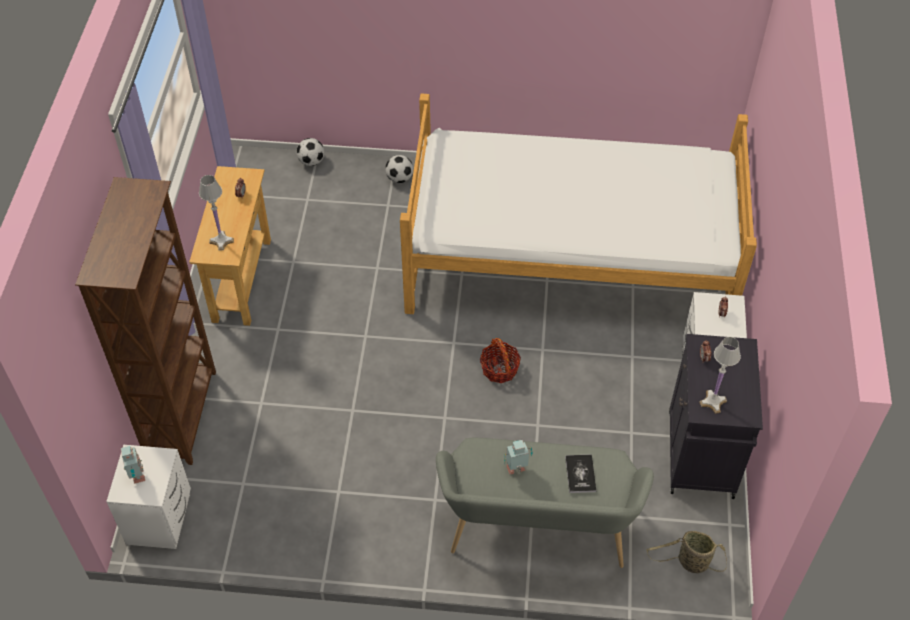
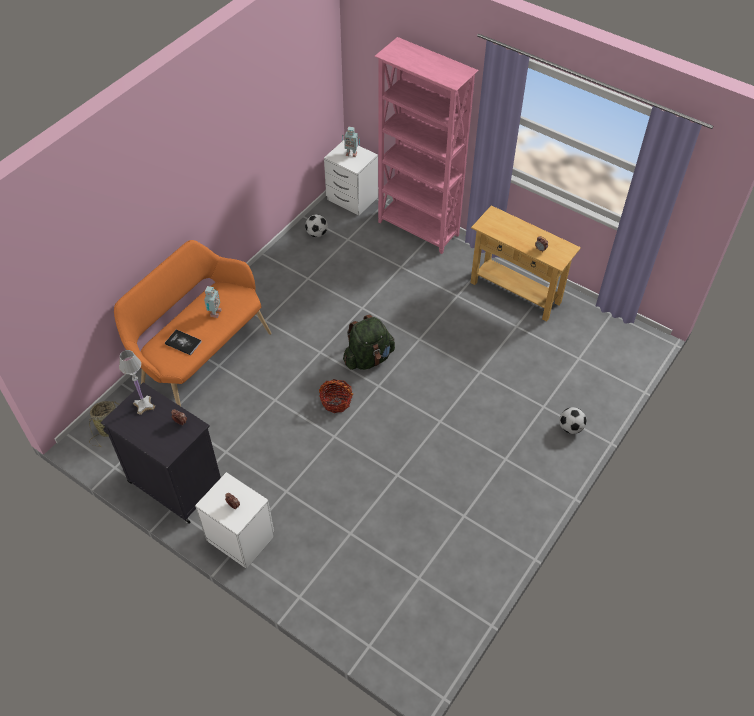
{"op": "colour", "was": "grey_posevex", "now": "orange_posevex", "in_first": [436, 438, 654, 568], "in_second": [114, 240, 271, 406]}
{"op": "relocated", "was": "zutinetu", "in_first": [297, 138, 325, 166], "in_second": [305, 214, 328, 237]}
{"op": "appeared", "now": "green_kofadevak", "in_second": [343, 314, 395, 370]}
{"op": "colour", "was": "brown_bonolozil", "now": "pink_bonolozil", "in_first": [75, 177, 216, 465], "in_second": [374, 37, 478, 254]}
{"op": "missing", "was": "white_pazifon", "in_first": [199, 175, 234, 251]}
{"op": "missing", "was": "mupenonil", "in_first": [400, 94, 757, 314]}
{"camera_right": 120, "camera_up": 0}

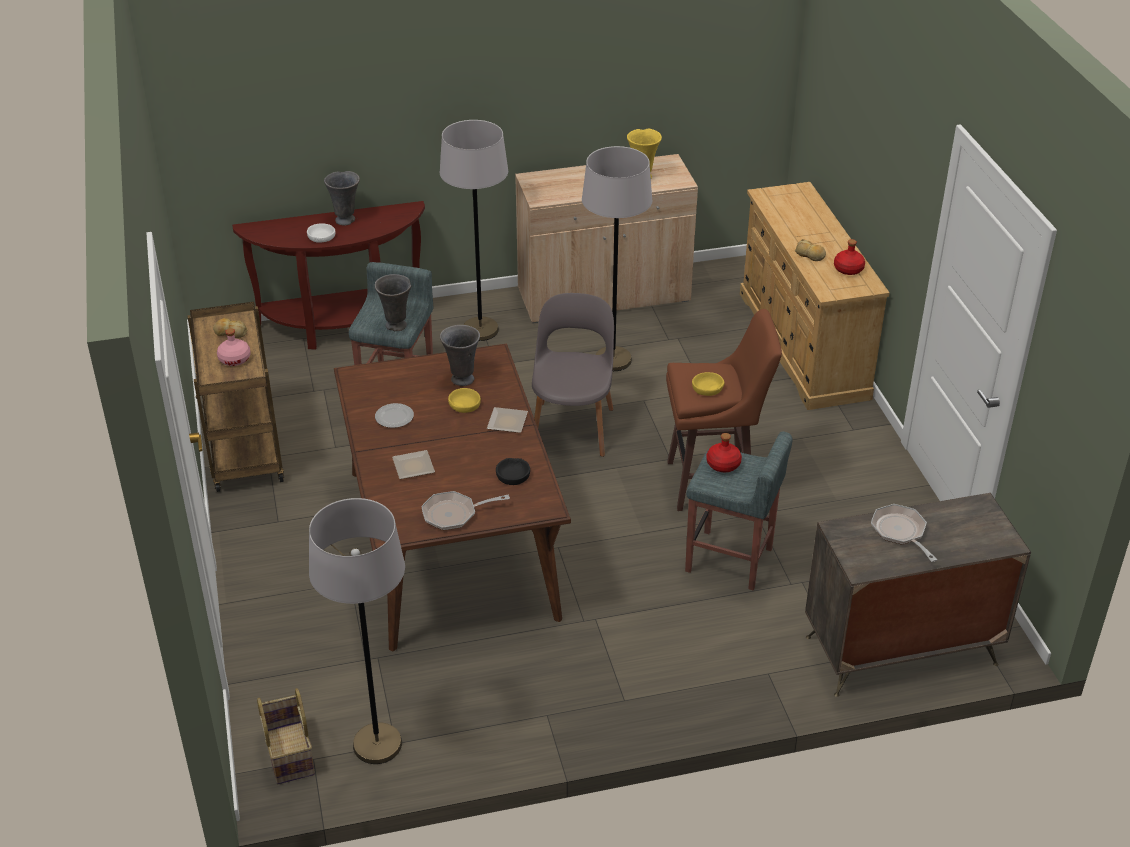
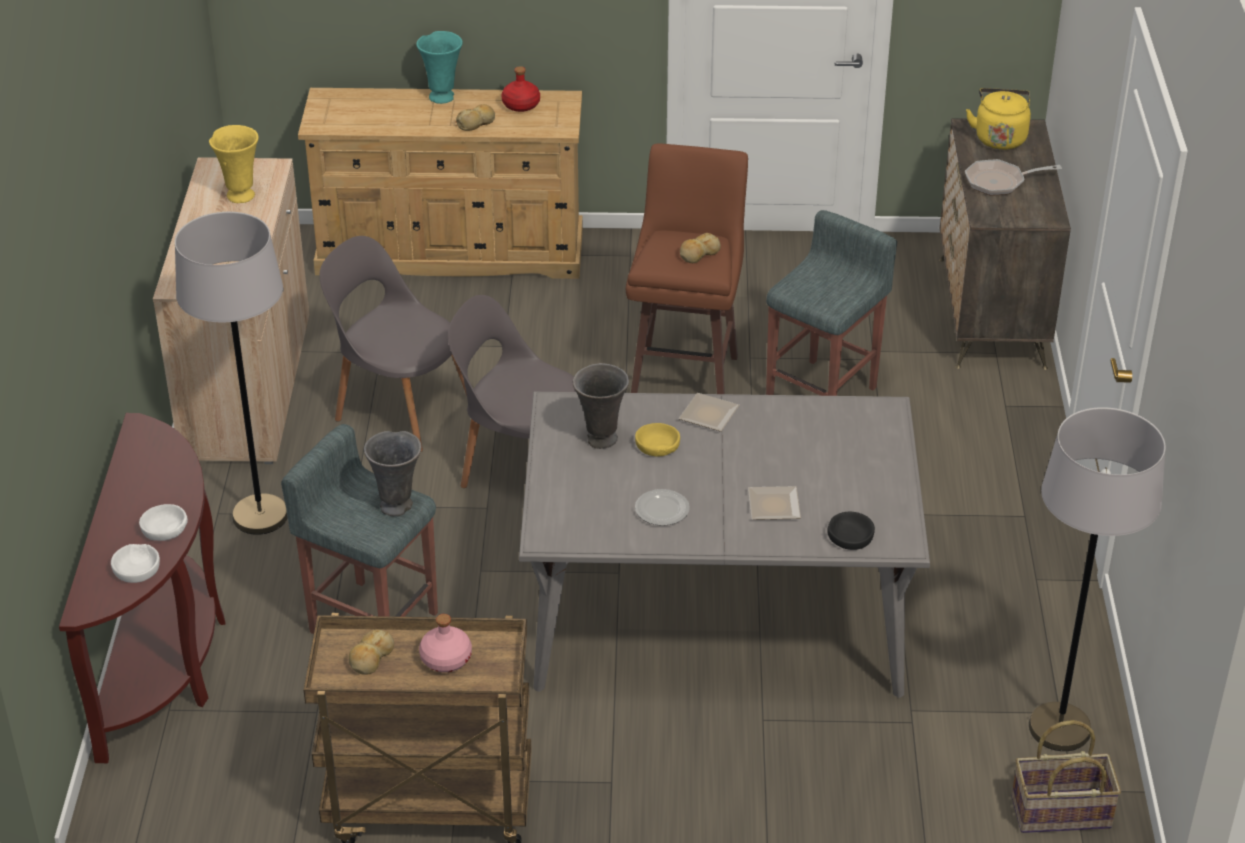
{"op": "appeared", "now": "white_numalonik", "in_second": [111, 544, 160, 583]}
{"op": "exchanged", "was": "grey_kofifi", "now": "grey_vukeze", "in_first": [582, 146, 652, 371], "in_second": [319, 236, 467, 452]}
{"op": "appeared", "now": "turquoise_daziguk", "in_second": [416, 31, 463, 104]}
{"op": "colour", "was": "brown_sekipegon", "now": "grey_sekipegon", "in_first": [334, 344, 571, 651], "in_second": [519, 392, 930, 698]}
{"op": "exchanged", "was": "yellow_numalonik", "now": "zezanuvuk", "in_first": [692, 372, 724, 396], "in_second": [680, 233, 721, 263]}
{"op": "relocated", "was": "black_numalonik", "in_first": [496, 458, 530, 485], "in_second": [827, 512, 875, 550]}
{"op": "appeared", "now": "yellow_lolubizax", "in_second": [966, 88, 1031, 150]}
{"op": "missing", "was": "grey_daziguk", "in_first": [324, 171, 360, 225]}
{"op": "missing", "was": "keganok", "in_first": [421, 491, 510, 530]}
{"op": "missing", "was": "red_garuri", "in_first": [706, 433, 742, 472]}
{"camera_right": -75, "camera_up": 0}

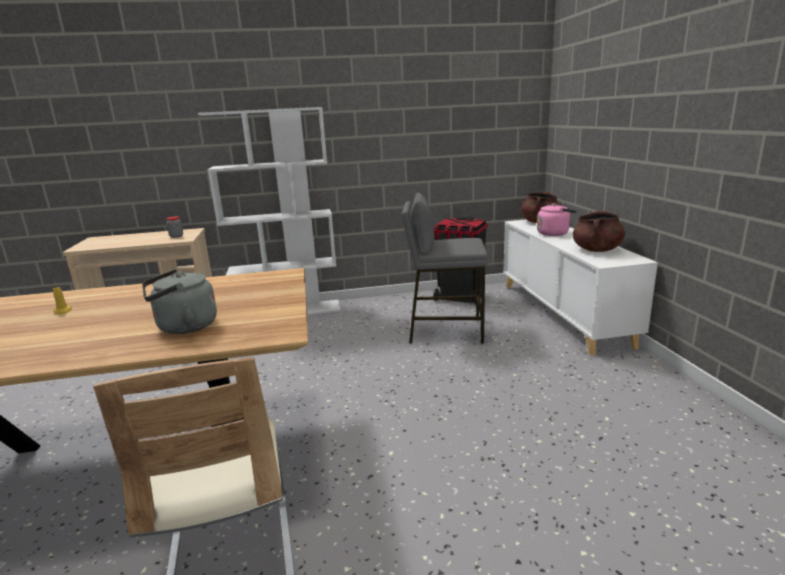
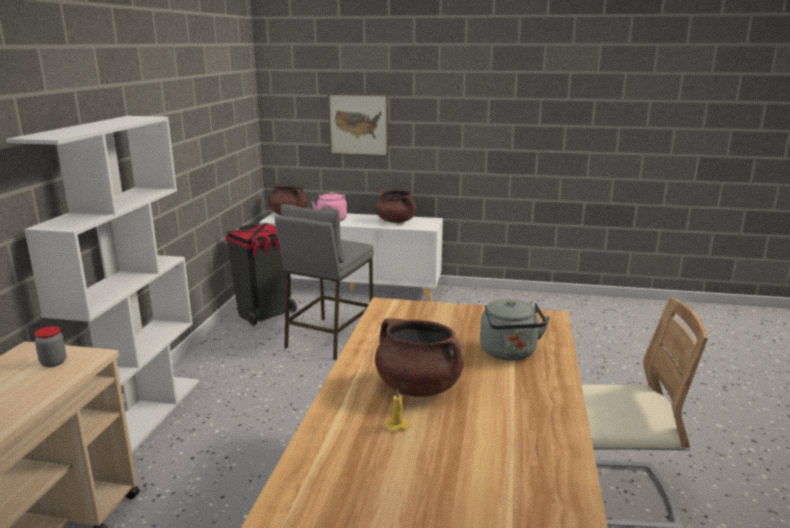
{"op": "appeared", "now": "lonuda", "in_second": [328, 93, 389, 157]}
{"op": "appeared", "now": "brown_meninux", "in_second": [375, 318, 464, 397]}
{"camera_right": -70, "camera_up": 0}

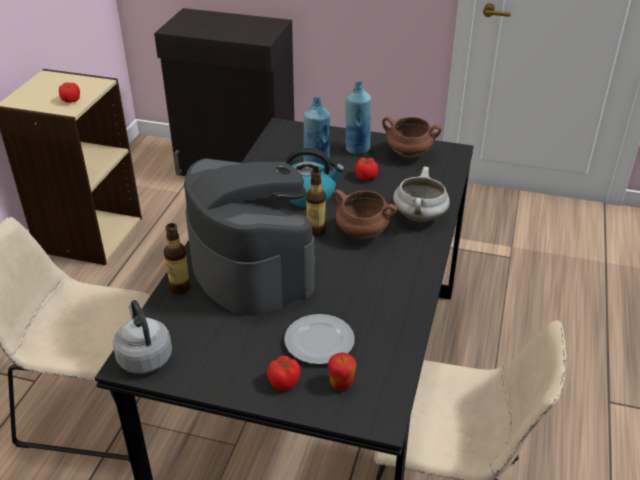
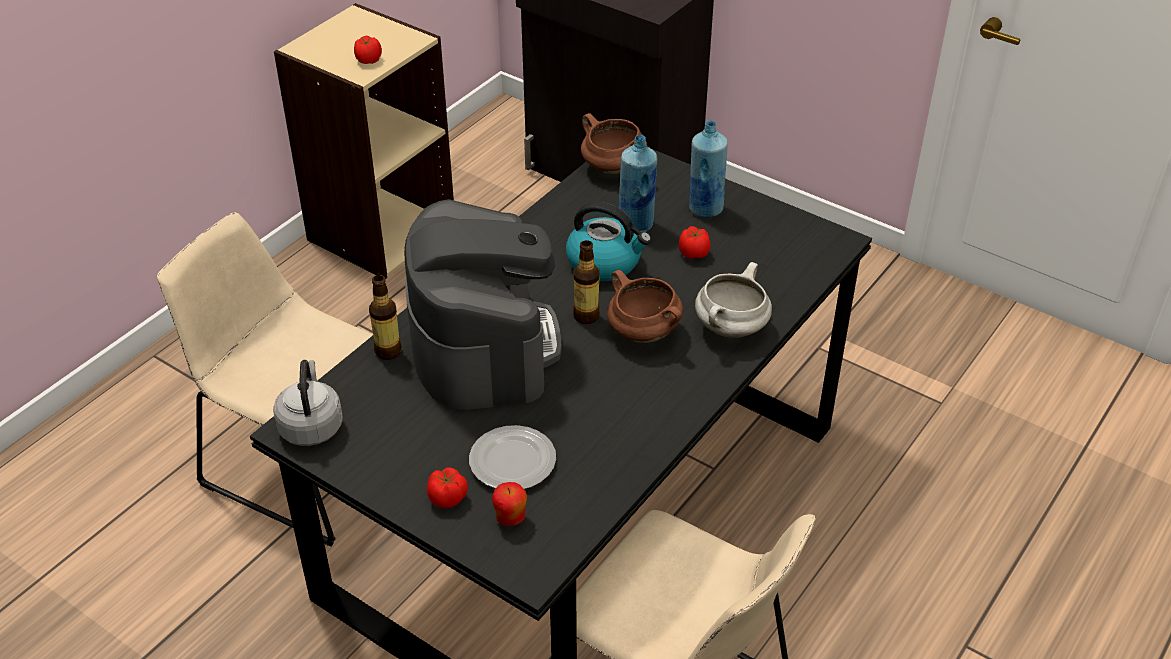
{"op": "relocated", "was": "brown_meninux", "in_first": [382, 116, 442, 158], "in_second": [581, 113, 647, 174]}
{"camera_right": 20, "camera_up": 5}

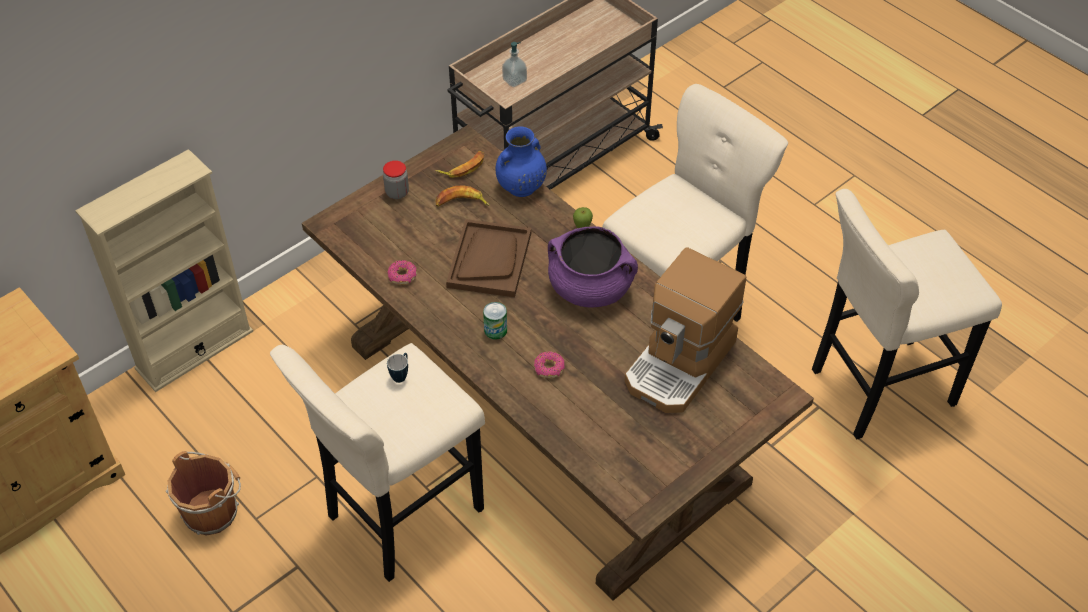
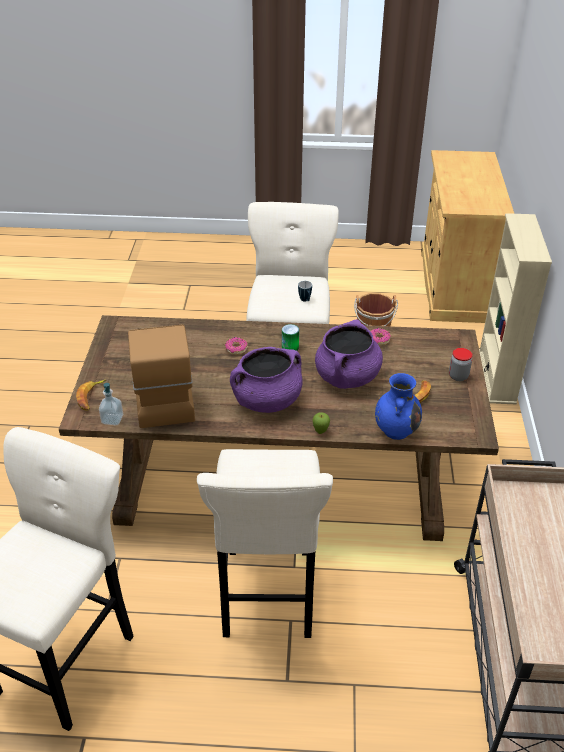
{"op": "relocated", "was": "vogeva", "in_first": [435, 151, 484, 178], "in_second": [76, 380, 106, 410]}
{"op": "relocated", "was": "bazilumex", "in_first": [502, 42, 527, 87], "in_second": [99, 383, 123, 425]}
{"op": "exchanged", "was": "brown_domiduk", "now": "purple_meninux", "in_first": [446, 219, 531, 297], "in_second": [315, 319, 383, 389]}
{"camera_right": 135, "camera_up": -10}

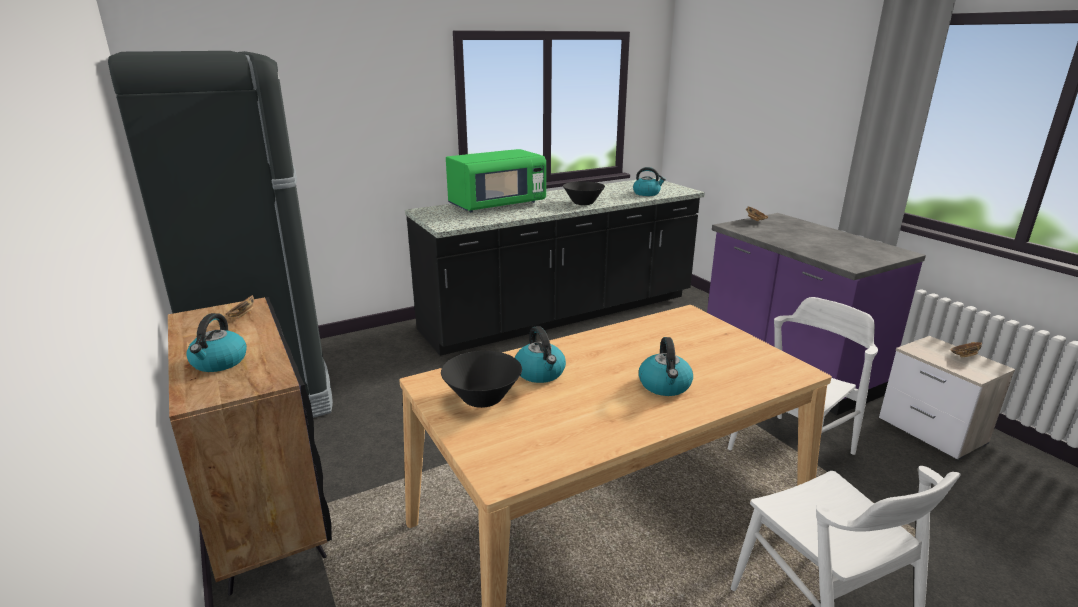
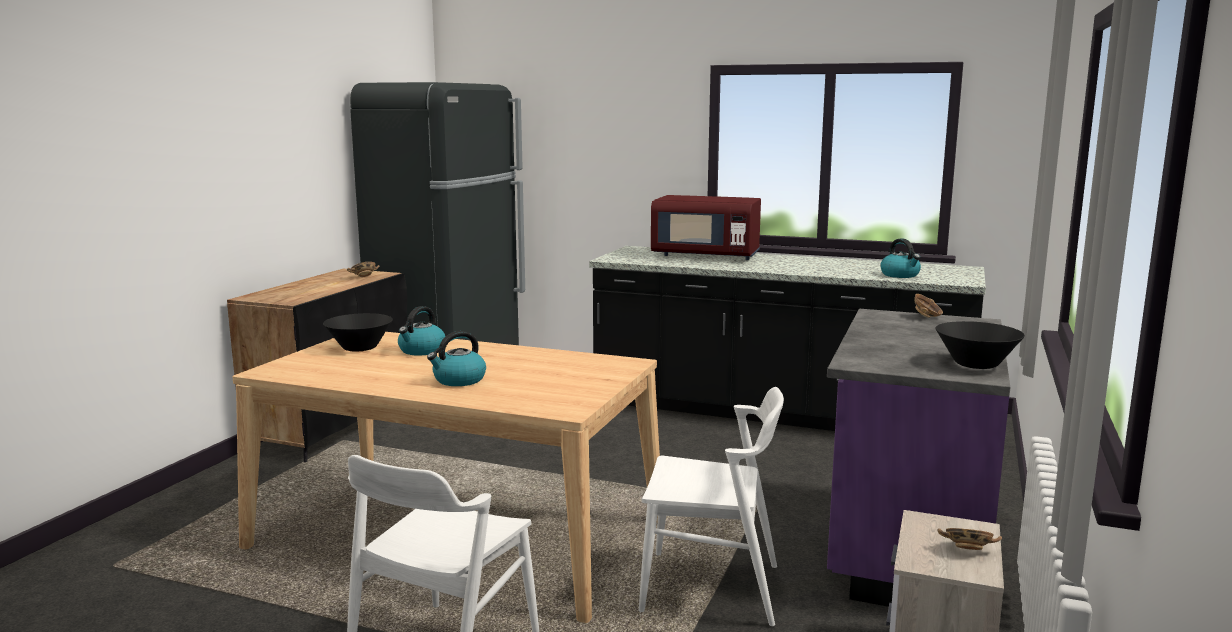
{"op": "colour", "was": "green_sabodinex", "now": "red_sabodinex", "in_first": [446, 149, 546, 212], "in_second": [651, 195, 761, 260]}
{"op": "relocated", "was": "black_numalonik", "in_first": [563, 181, 605, 205], "in_second": [936, 321, 1025, 369]}
{"op": "missing", "was": "lolubizax", "in_first": [186, 313, 247, 372]}
{"camera_right": 50, "camera_up": -10}

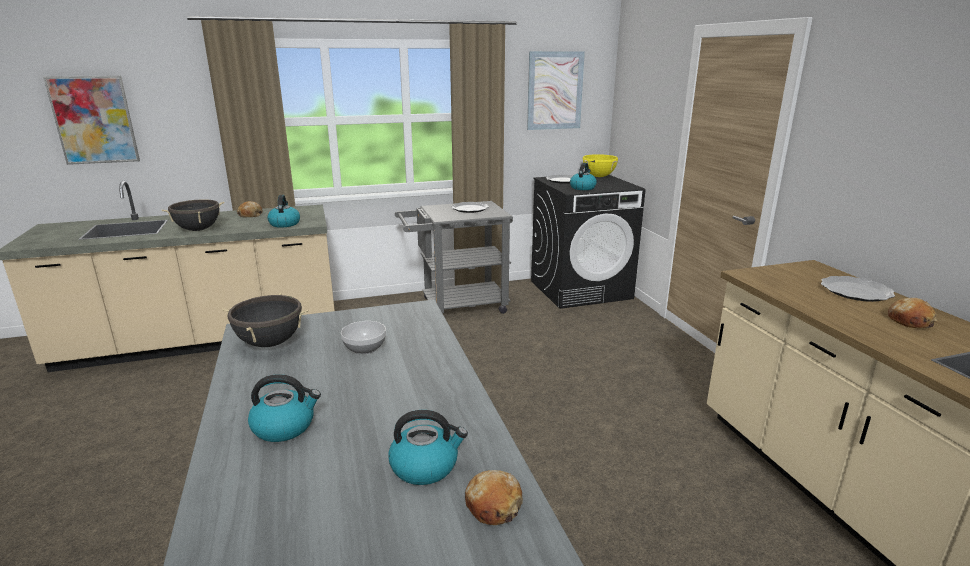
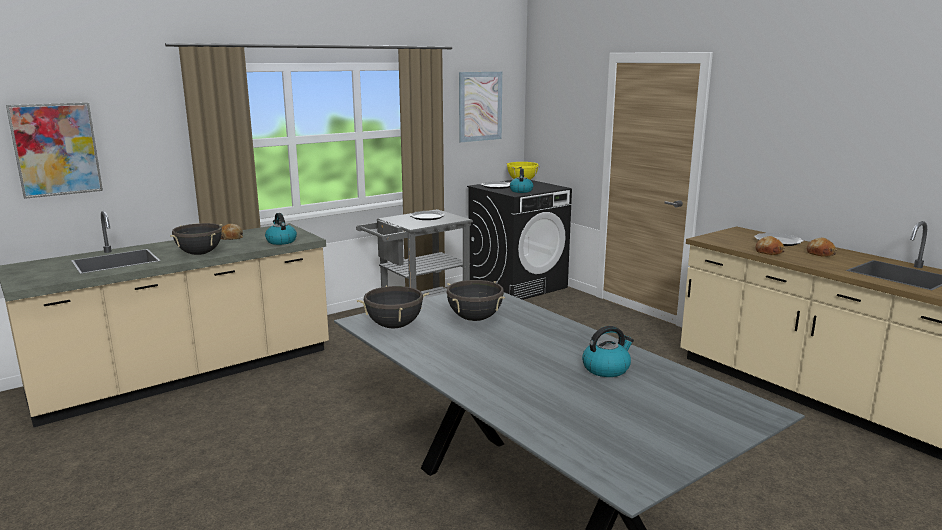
{"op": "exchanged", "was": "numalonik", "now": "black_meninux", "in_first": [341, 321, 386, 354], "in_second": [446, 280, 505, 321]}
{"op": "relocated", "was": "zezanuvuk", "in_first": [465, 470, 523, 525], "in_second": [755, 236, 785, 255]}
{"op": "missing", "was": "lolubizax", "in_first": [248, 374, 321, 442]}
{"camera_right": -20, "camera_up": -5}

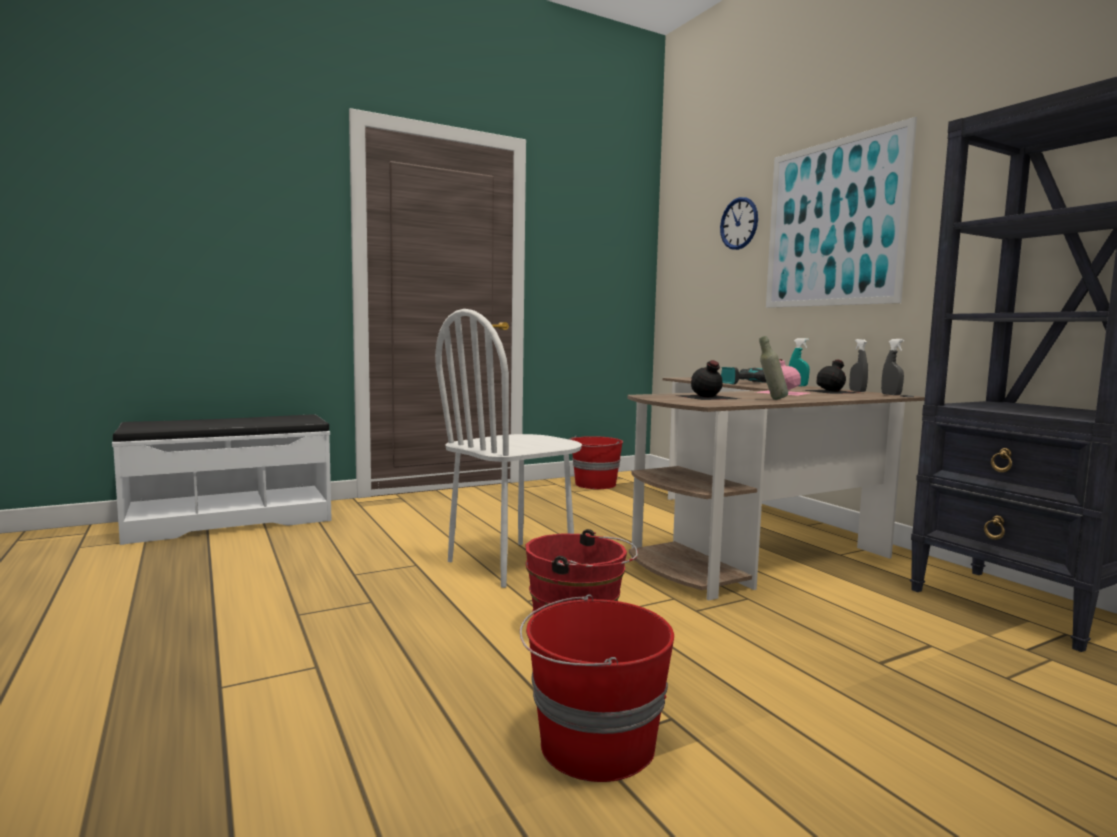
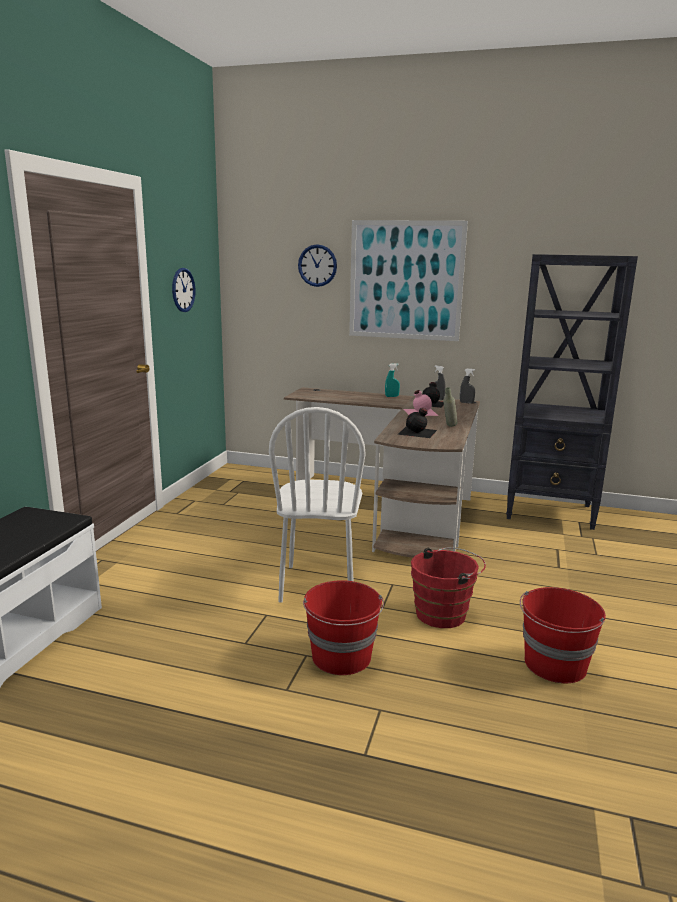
{"op": "appeared", "now": "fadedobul", "in_second": [172, 268, 196, 312]}
{"op": "relocated", "was": "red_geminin", "in_first": [569, 436, 623, 489], "in_second": [303, 580, 384, 675]}
{"op": "missing", "was": "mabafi", "in_first": [721, 367, 767, 385]}
{"camera_right": -45, "camera_up": 10}

